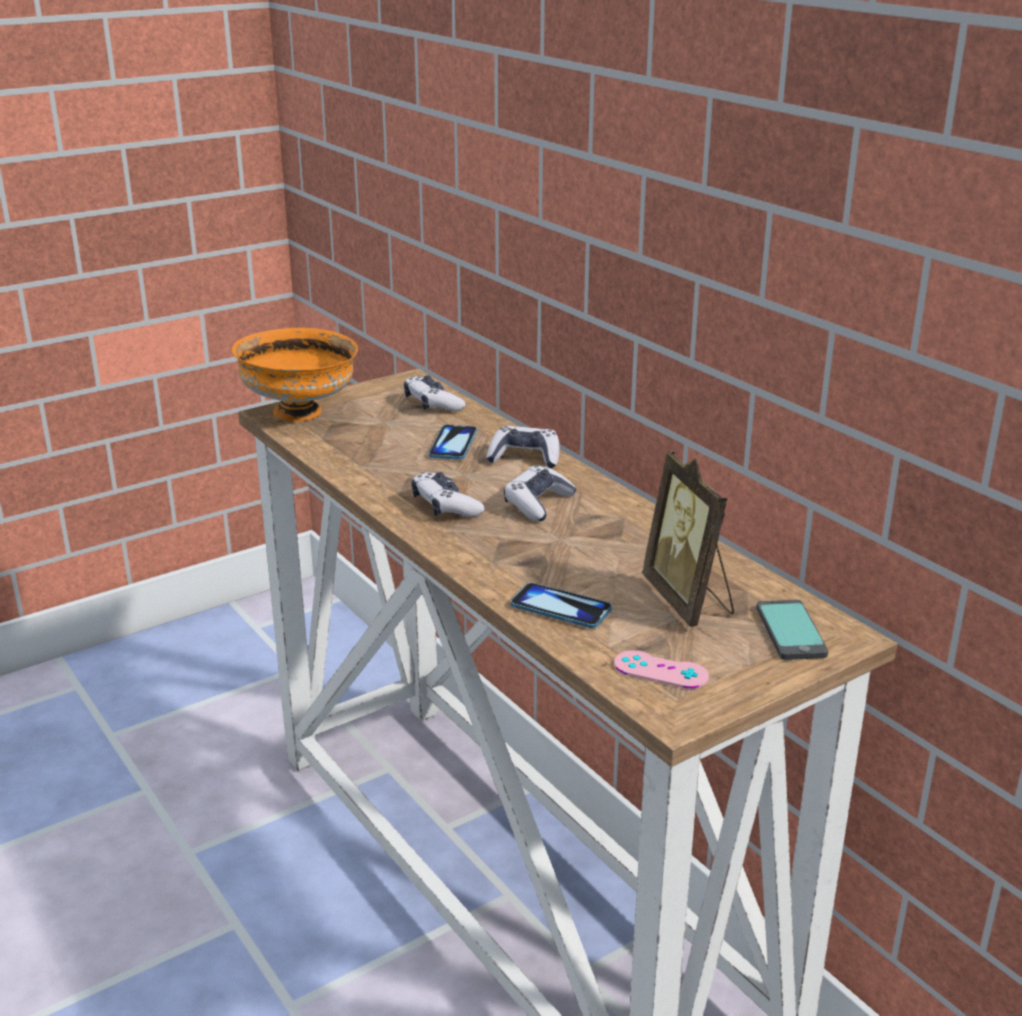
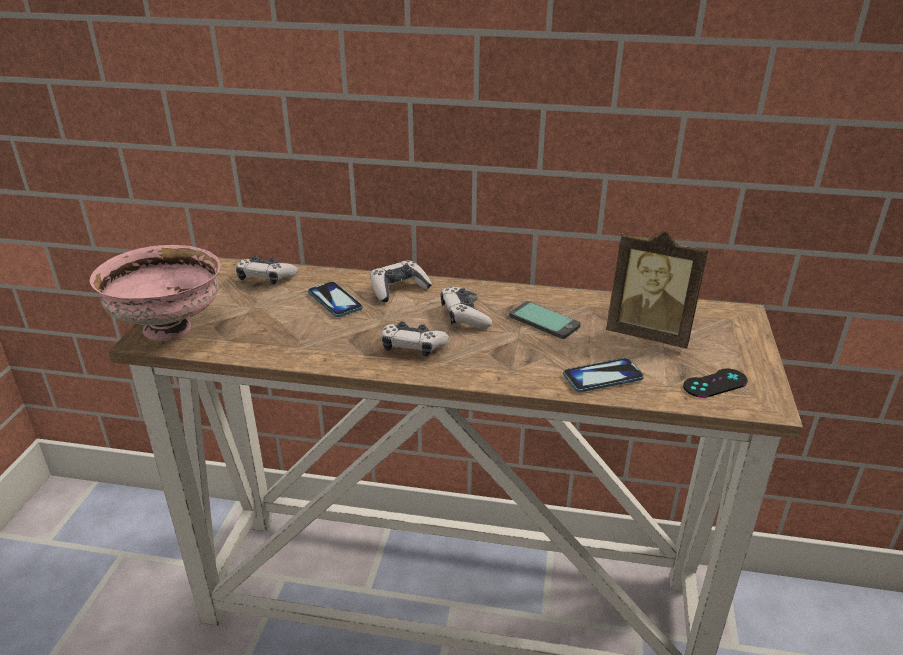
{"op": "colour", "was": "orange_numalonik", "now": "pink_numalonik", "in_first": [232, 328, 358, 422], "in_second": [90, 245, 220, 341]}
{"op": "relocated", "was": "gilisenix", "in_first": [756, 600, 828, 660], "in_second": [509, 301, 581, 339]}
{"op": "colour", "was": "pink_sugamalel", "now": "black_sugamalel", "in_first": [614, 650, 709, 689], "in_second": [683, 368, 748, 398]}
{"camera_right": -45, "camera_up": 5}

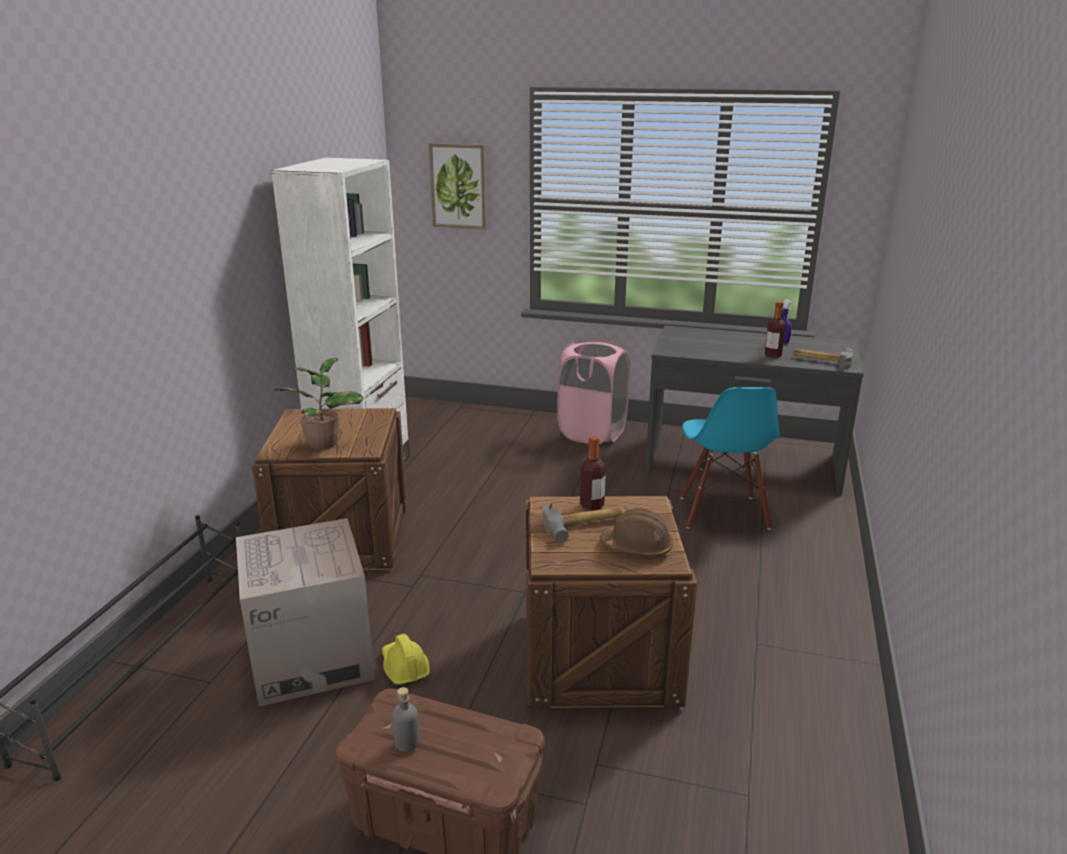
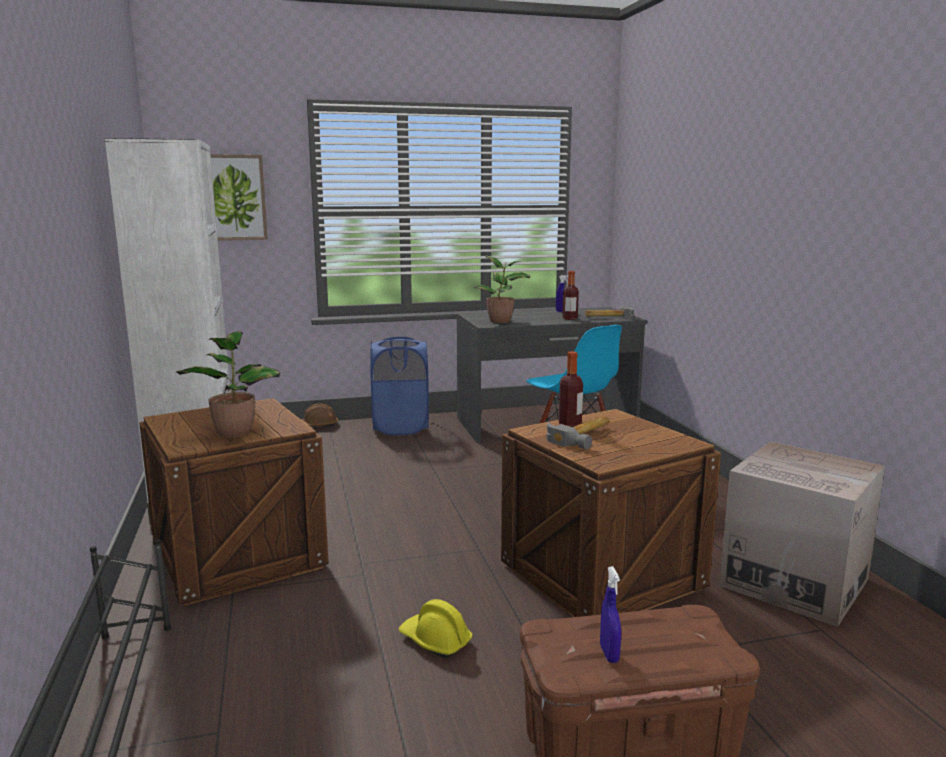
{"op": "relocated", "was": "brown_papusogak", "in_first": [600, 508, 673, 557], "in_second": [301, 403, 338, 426]}
{"op": "colour", "was": "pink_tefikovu", "now": "blue_tefikovu", "in_first": [557, 340, 630, 444], "in_second": [370, 337, 429, 435]}
{"op": "appeared", "now": "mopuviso", "in_second": [473, 256, 530, 323]}
{"op": "exchanged", "was": "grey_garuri", "now": "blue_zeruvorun", "in_first": [392, 687, 420, 752], "in_second": [600, 566, 621, 663]}
{"op": "relocated", "was": "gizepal", "in_first": [236, 518, 375, 707], "in_second": [719, 442, 885, 627]}
{"camera_right": -30, "camera_up": -10}

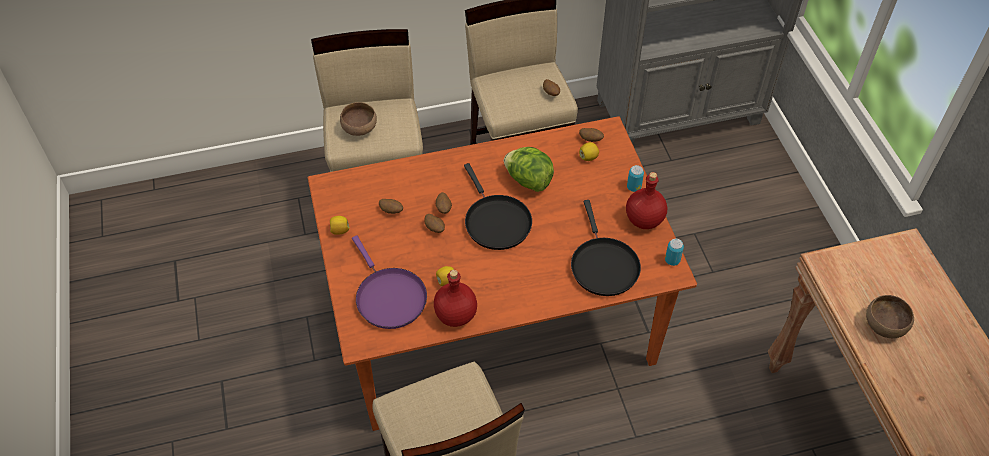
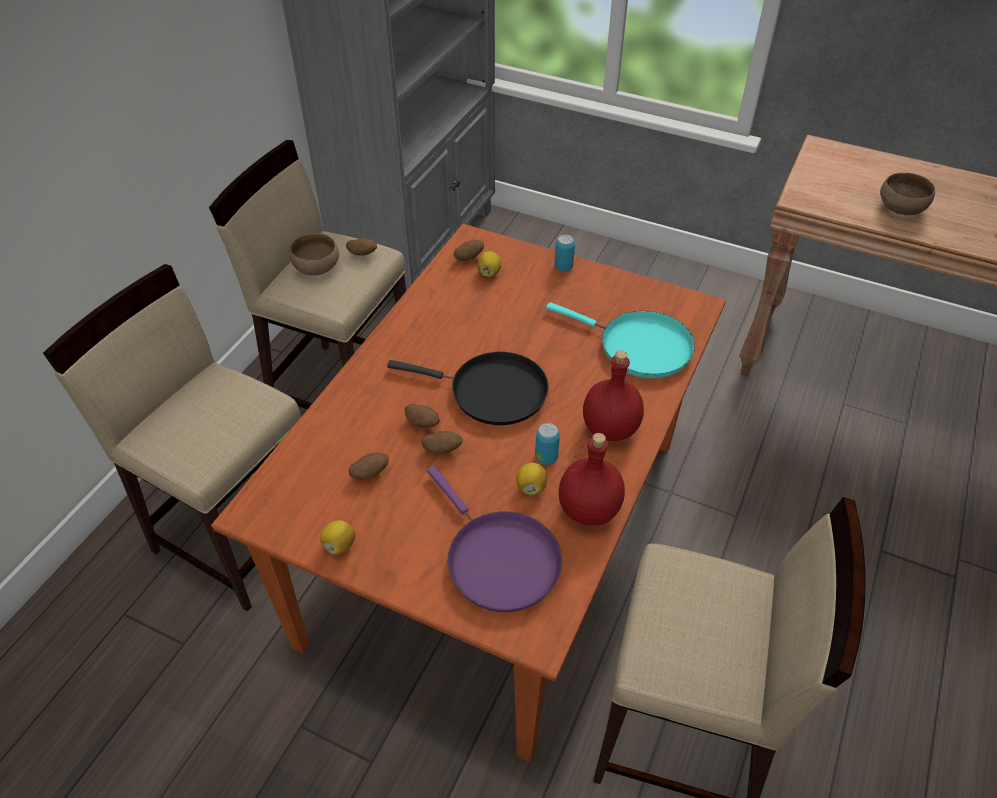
{"op": "relocated", "was": "brown_numalonik", "in_first": [340, 102, 377, 136], "in_second": [289, 233, 339, 275]}
{"op": "spun", "was": "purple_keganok", "in_first": [352, 235, 427, 329], "in_second": [427, 466, 562, 612], "clockwise": 45}
{"op": "relocated", "was": "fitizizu", "in_first": [665, 239, 684, 266], "in_second": [535, 423, 560, 465]}
{"op": "colour", "was": "black_keganok", "now": "turquoise_keganok", "in_first": [571, 200, 641, 296], "in_second": [546, 302, 695, 378]}
{"op": "relocated", "was": "red_garuri", "in_first": [626, 172, 667, 229], "in_second": [583, 350, 644, 441]}
{"op": "missing", "was": "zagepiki", "in_first": [504, 147, 554, 192]}
{"camera_right": -50, "camera_up": -5}

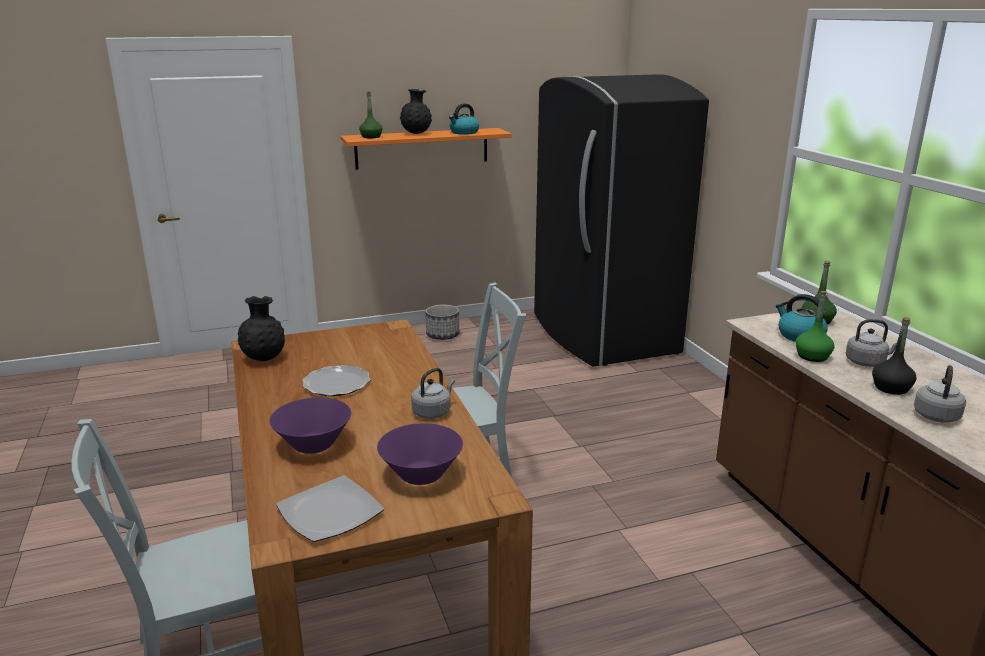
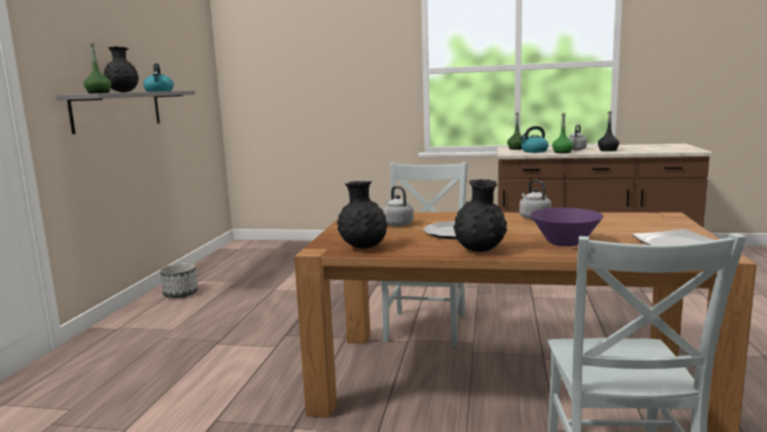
{"op": "colour", "was": "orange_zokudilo", "now": "grey_zokudilo", "in_first": [340, 128, 512, 170], "in_second": [56, 91, 195, 134]}
{"op": "relocated", "was": "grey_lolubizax", "in_first": [914, 365, 966, 423], "in_second": [382, 186, 414, 226]}
{"op": "appeared", "now": "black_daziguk", "in_second": [453, 179, 507, 252]}
{"op": "missing", "was": "purple_numalonik", "in_first": [377, 423, 463, 485]}
{"op": "missing", "was": "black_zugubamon", "in_first": [534, 74, 709, 367]}
{"camera_right": -60, "camera_up": -10}

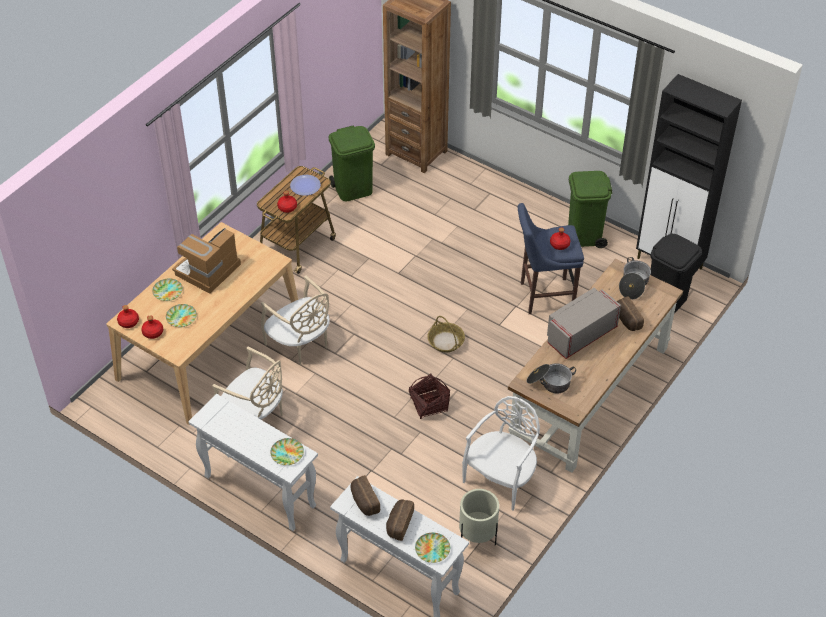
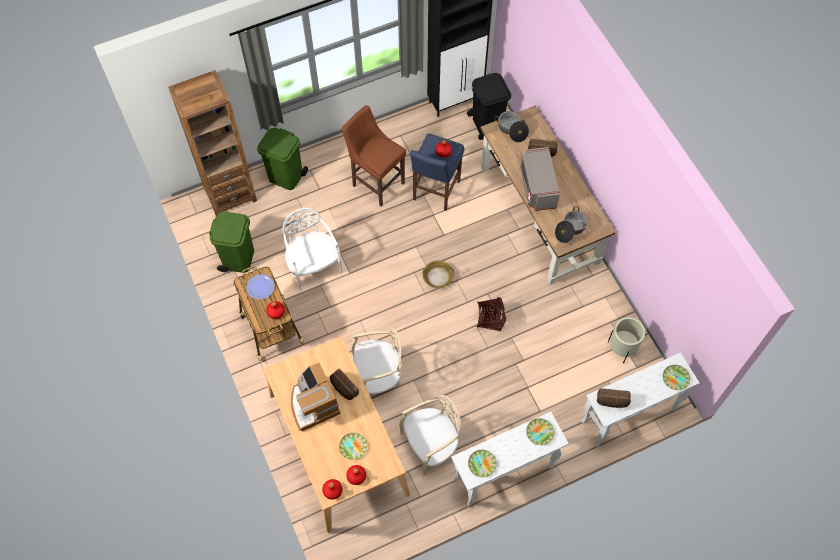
{"op": "relocated", "was": "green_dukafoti", "in_first": [568, 171, 612, 248], "in_second": [257, 128, 308, 190]}
{"op": "relocated", "was": "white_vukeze", "in_first": [462, 396, 540, 511], "in_second": [283, 208, 343, 290]}
{"op": "relocated", "was": "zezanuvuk", "in_first": [386, 499, 414, 541], "in_second": [330, 369, 359, 400]}
{"op": "appeared", "now": "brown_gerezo", "in_second": [342, 105, 406, 207]}
{"op": "relocated", "was": "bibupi", "in_first": [152, 278, 183, 301], "in_second": [468, 450, 497, 477]}
{"camera_right": -60, "camera_up": 15}

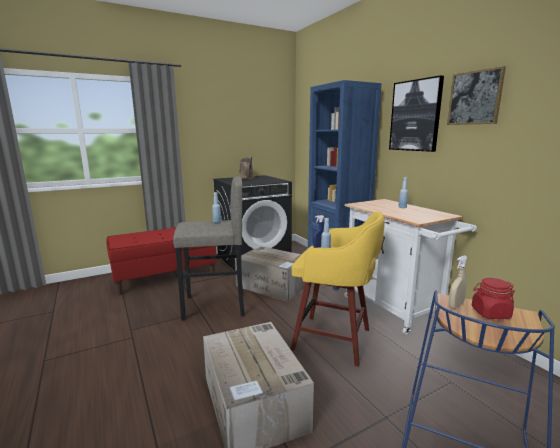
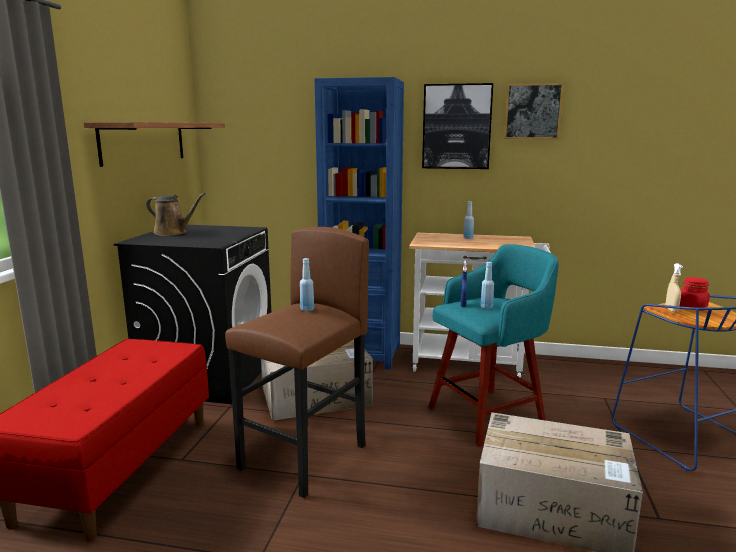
{"op": "appeared", "now": "zokudilo", "in_second": [83, 122, 225, 167]}
{"op": "colour", "was": "grey_gerezo", "now": "brown_gerezo", "in_first": [173, 176, 245, 321], "in_second": [225, 227, 369, 498]}
{"op": "colour", "was": "yellow_gerezo", "now": "turquoise_gerezo", "in_first": [291, 211, 385, 367], "in_second": [428, 244, 559, 447]}
{"camera_right": -50, "camera_up": 0}

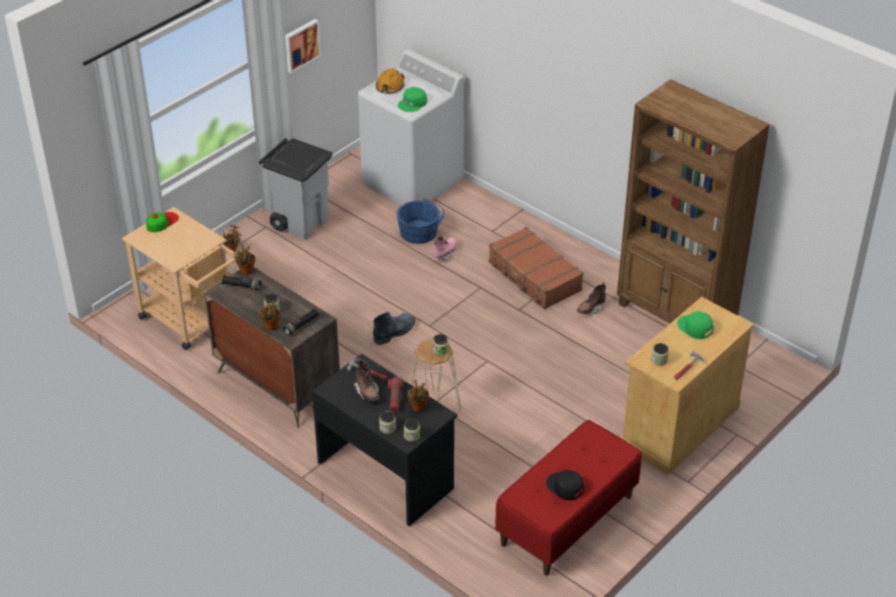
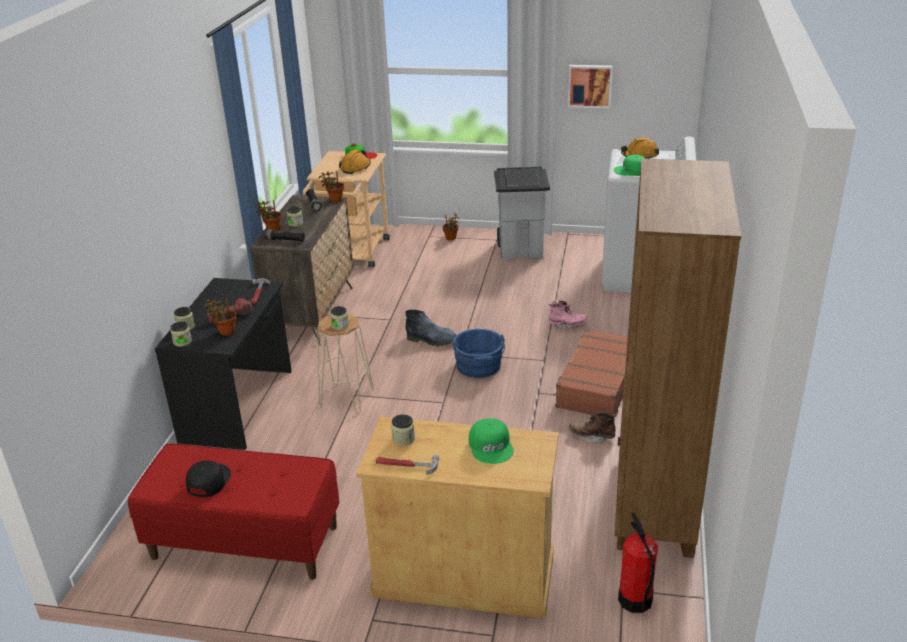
{"op": "appeared", "now": "orange_papusogak", "in_second": [339, 149, 371, 174]}
{"op": "relocated", "was": "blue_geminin", "in_first": [397, 198, 444, 244], "in_second": [452, 329, 505, 378]}
{"op": "spun", "was": "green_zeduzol", "in_first": [677, 311, 714, 339], "in_second": [469, 418, 514, 464], "clockwise": 150}
{"op": "appeared", "now": "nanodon", "in_second": [618, 512, 658, 613]}
{"op": "missing", "was": "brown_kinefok", "in_first": [353, 358, 379, 402]}
{"camera_right": 60, "camera_up": -10}

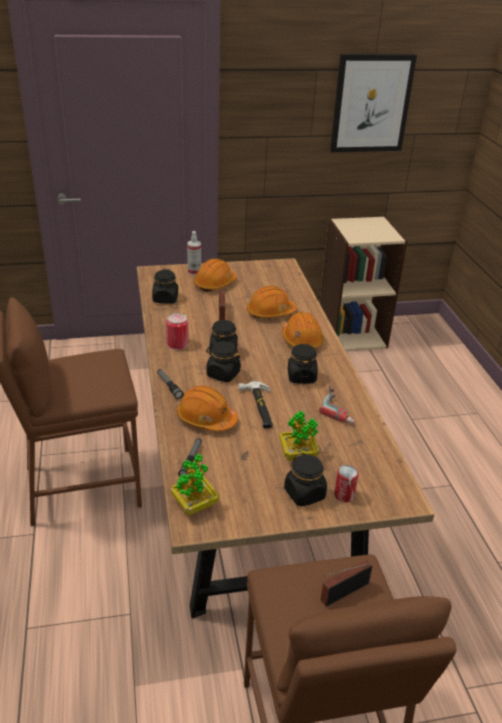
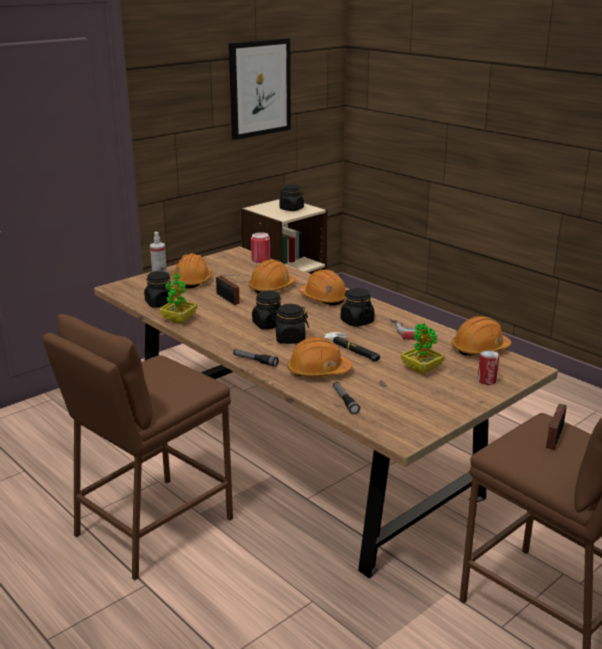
{"op": "relocated", "was": "mopuviso", "in_first": [170, 454, 219, 516], "in_second": [159, 273, 197, 323]}
{"op": "relocated", "was": "fitizizu", "in_first": [166, 313, 188, 350], "in_second": [251, 232, 270, 264]}
{"op": "relocated", "was": "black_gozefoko", "in_first": [284, 453, 327, 507], "in_second": [279, 184, 304, 211]}
{"op": "appeared", "now": "orange_papusogak", "in_second": [452, 316, 511, 356]}
{"camera_right": -30, "camera_up": -10}

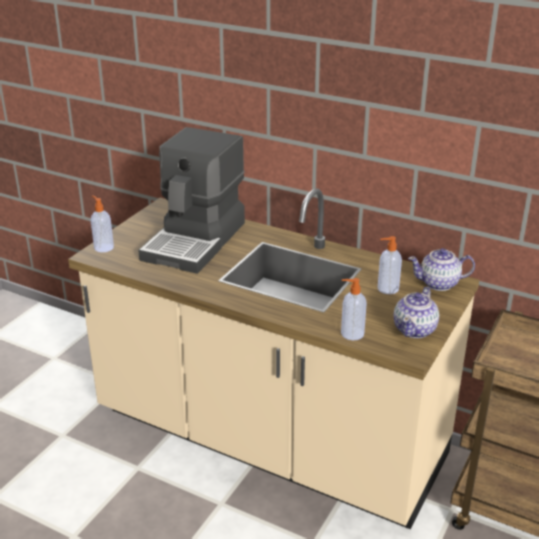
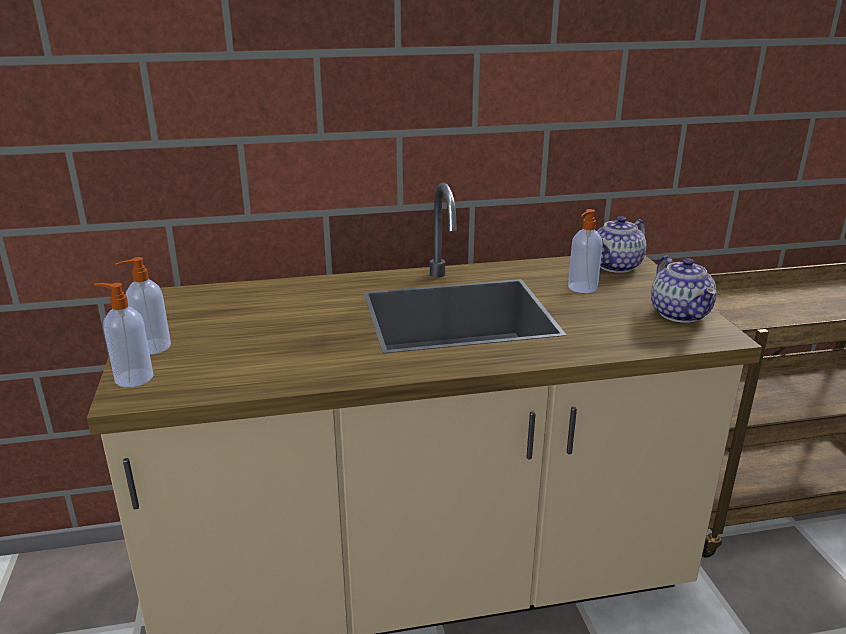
{"op": "relocated", "was": "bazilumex", "in_first": [341, 278, 367, 340], "in_second": [115, 257, 171, 355]}
{"op": "missing", "was": "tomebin", "in_first": [138, 127, 245, 274]}
{"camera_right": -40, "camera_up": -5}

